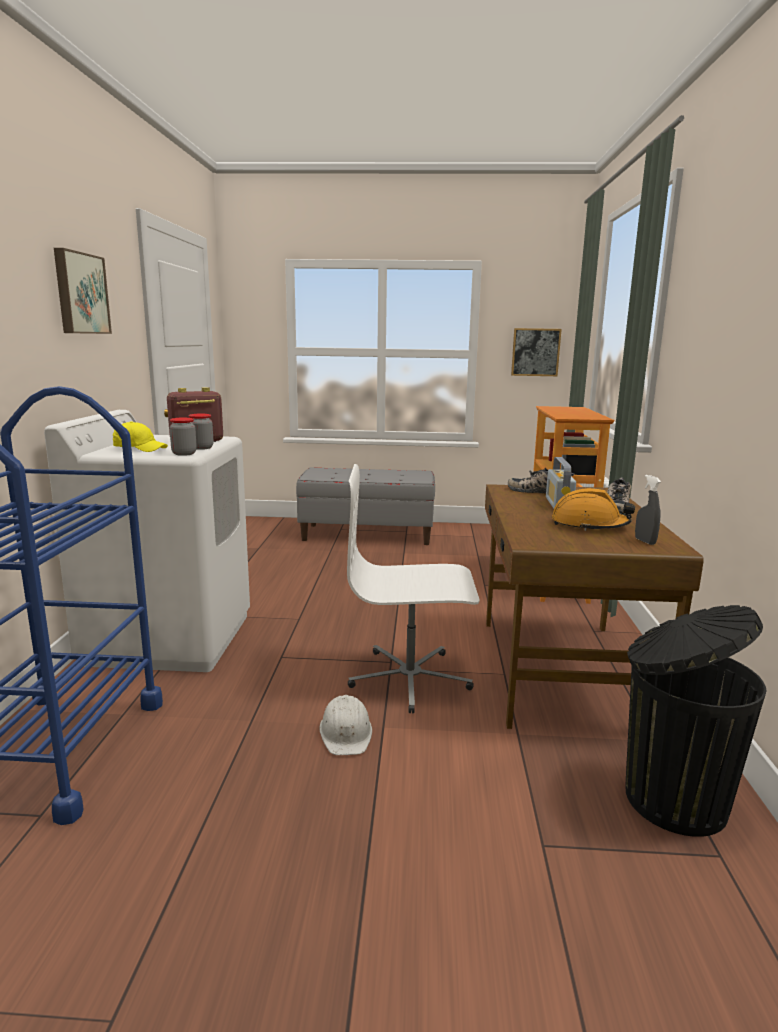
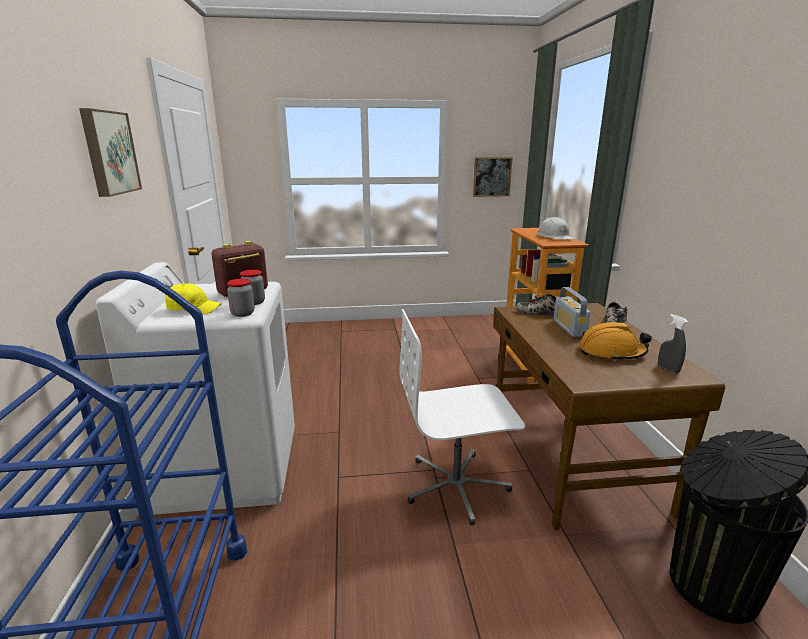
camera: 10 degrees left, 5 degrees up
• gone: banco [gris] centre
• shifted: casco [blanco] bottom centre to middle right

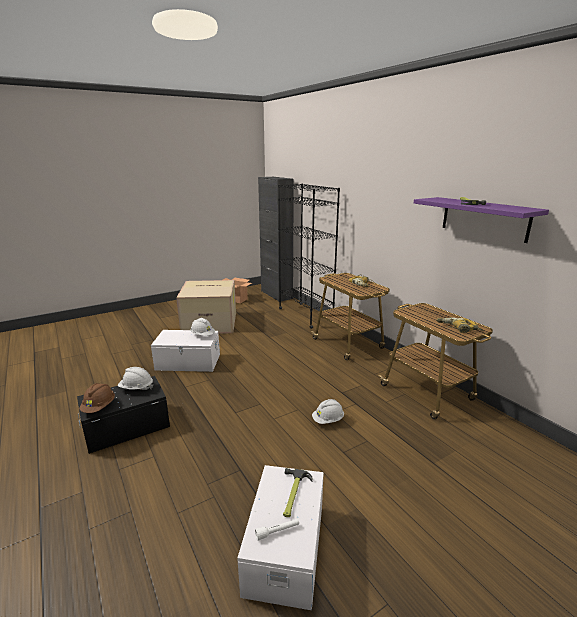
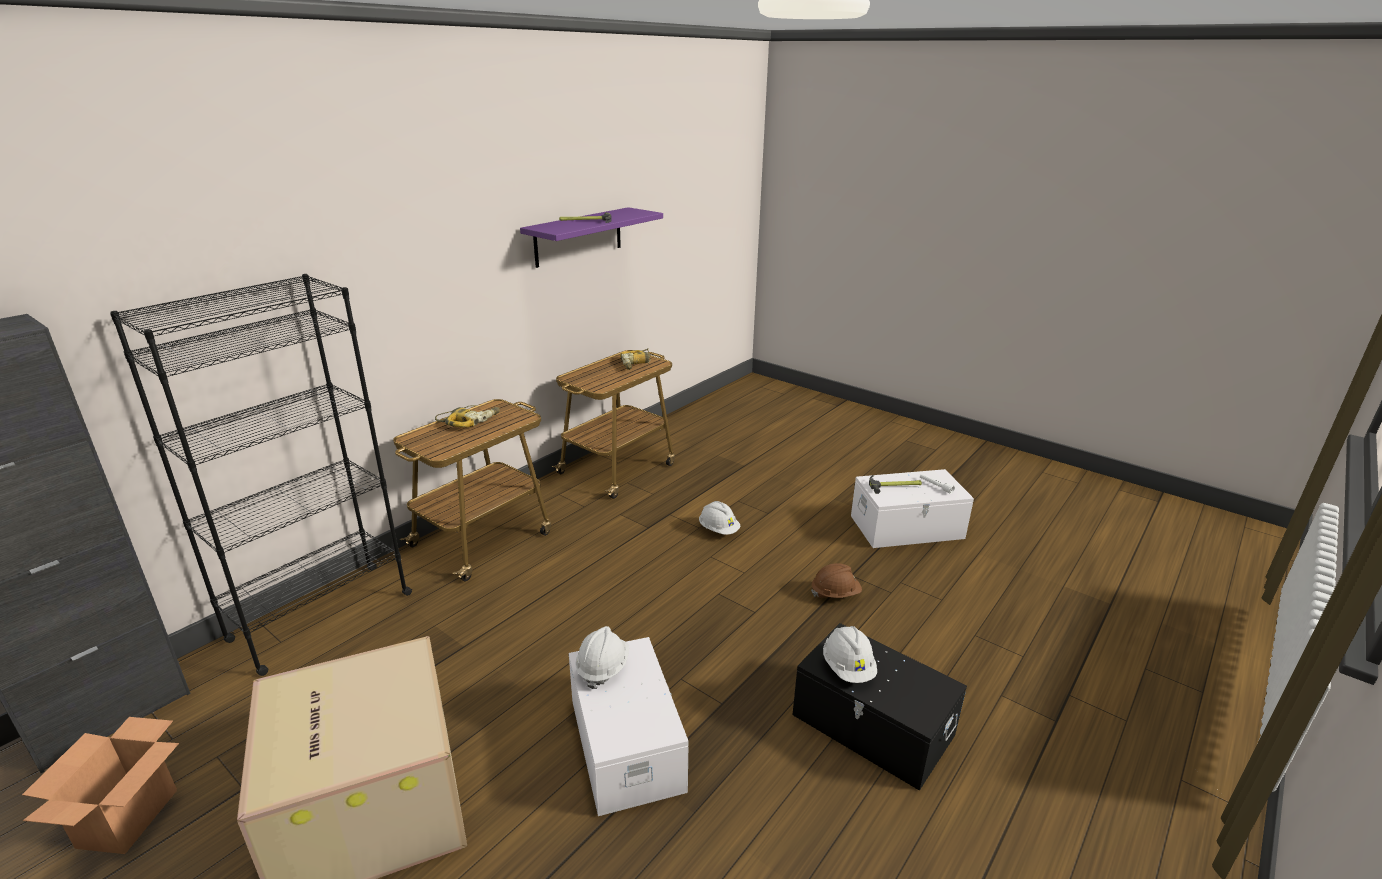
camera: 110 degrees left, 5 degrees up
• shifted: casco [marrón] middle left to centre

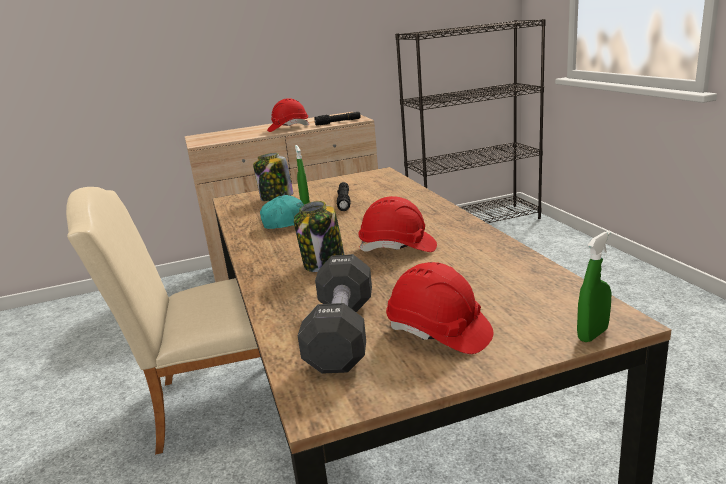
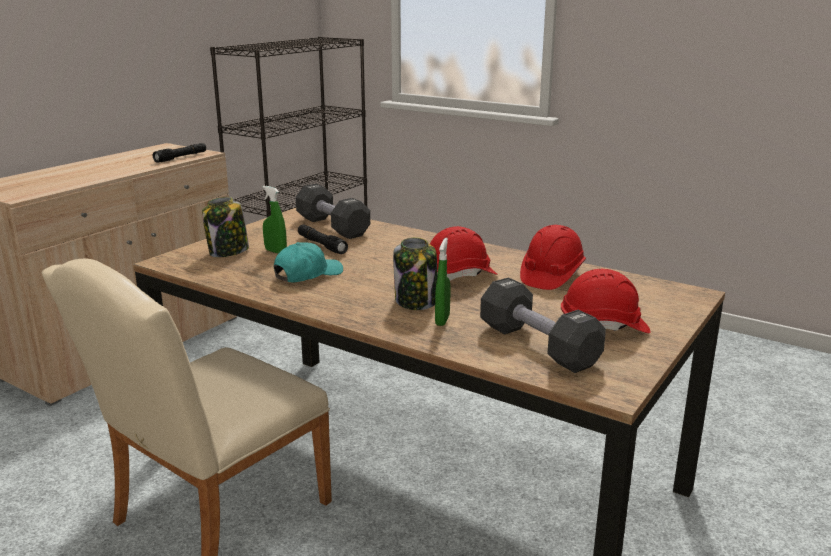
camera: 40 degrees left, 0 degrees up
• new: mancuerna [negro] (no. 1 from left) centre
• shifted: casco [rojo] (no. 1 from left in the first image) top centre to casco [rojo] (no. 2 from left) centre
• shifted: pulverizador [verde] (no. 2 from left) middle right to centre

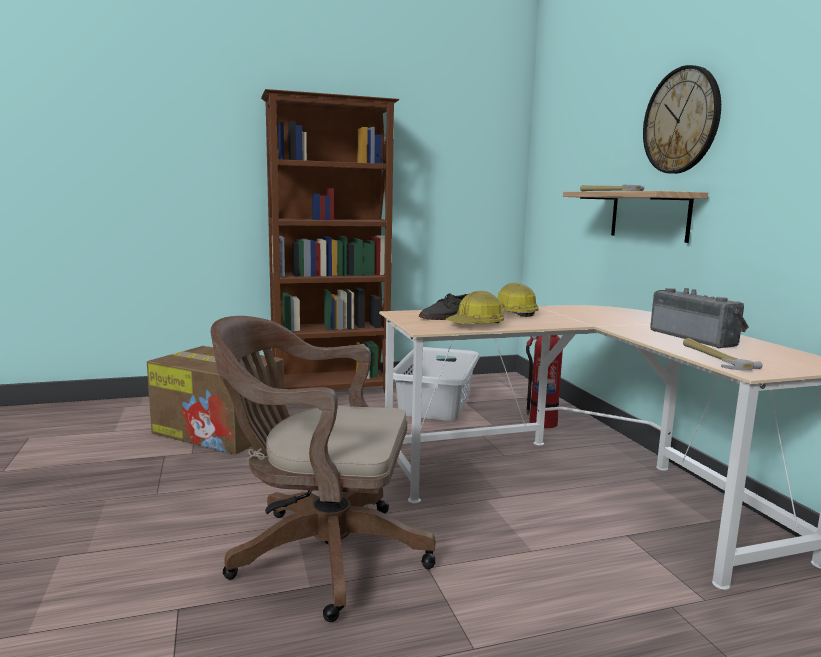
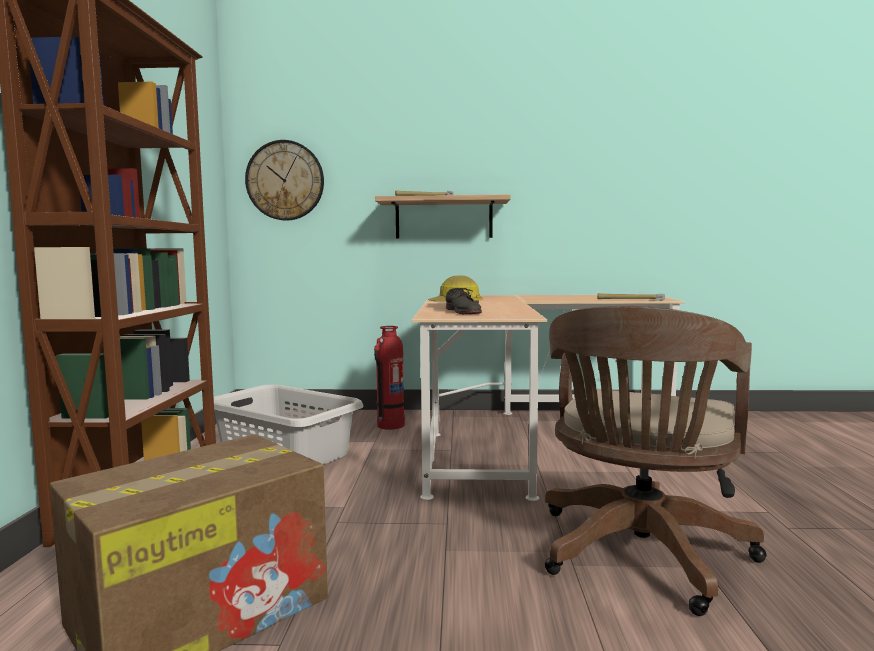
camera: 70 degrees left, 5 degrees down
• gone: casco (no. 1 from left) centre
• gone: radio middle right
• shifted: reloj de pared top right to top left

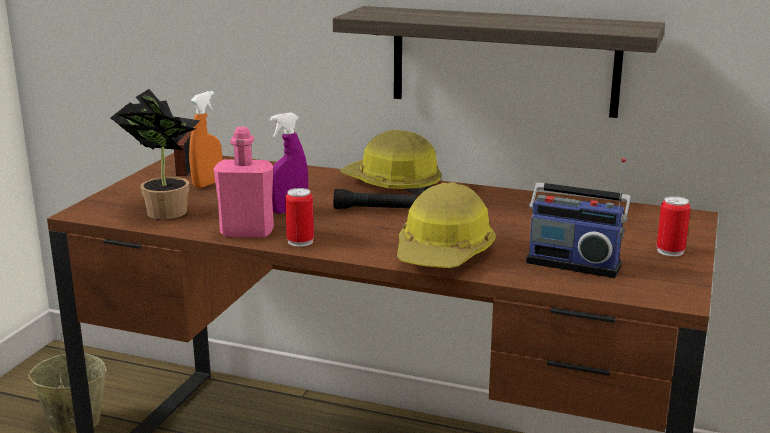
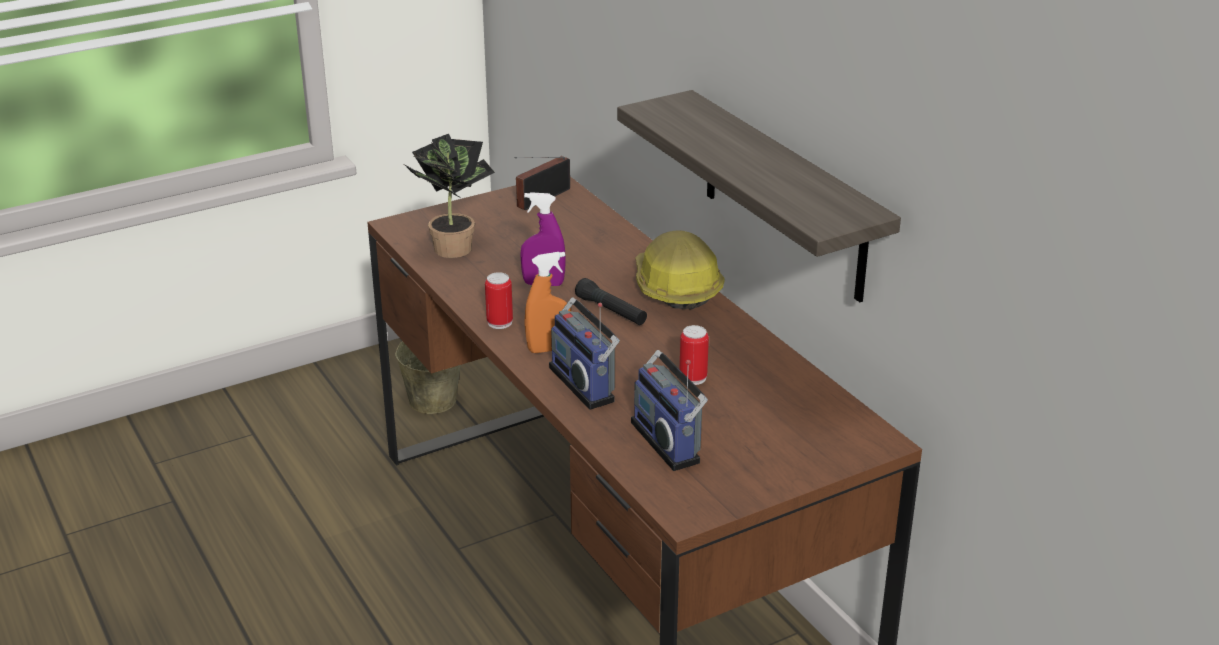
camera: 40 degrees right, 10 degrees up
• gone: botella [rosa] middle left
• shifted: pulverizador [naranja] top left to centre
• shifted: lata (no. 2 from left) middle right to centre
• swapped: casco (no. 2 from left) centre to radio (no. 2 from left) centre

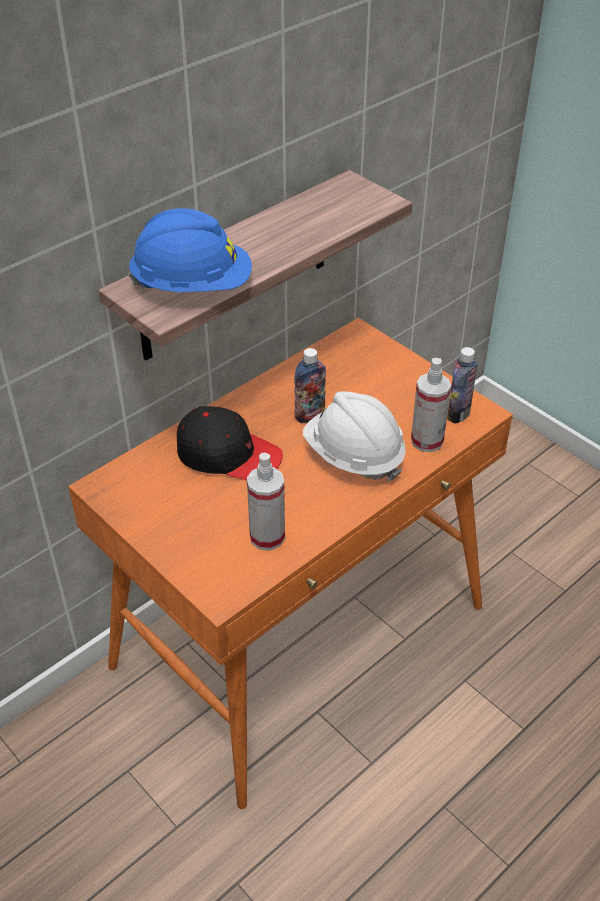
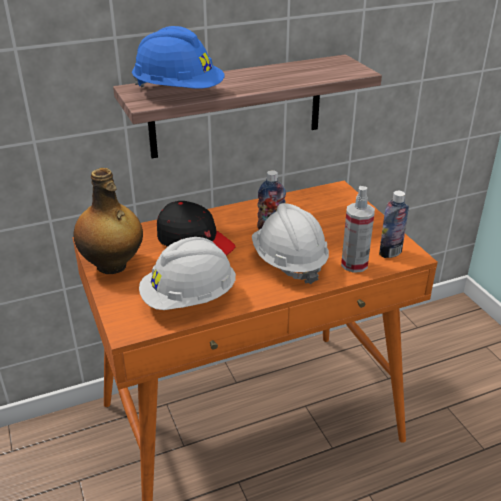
camera: 20 degrees right, 10 degrees down
• new: botella (no. 1 from left) middle left
• swapped: pulverizador (no. 1 from left) centre to casco [blanco] (no. 1 from left) centre

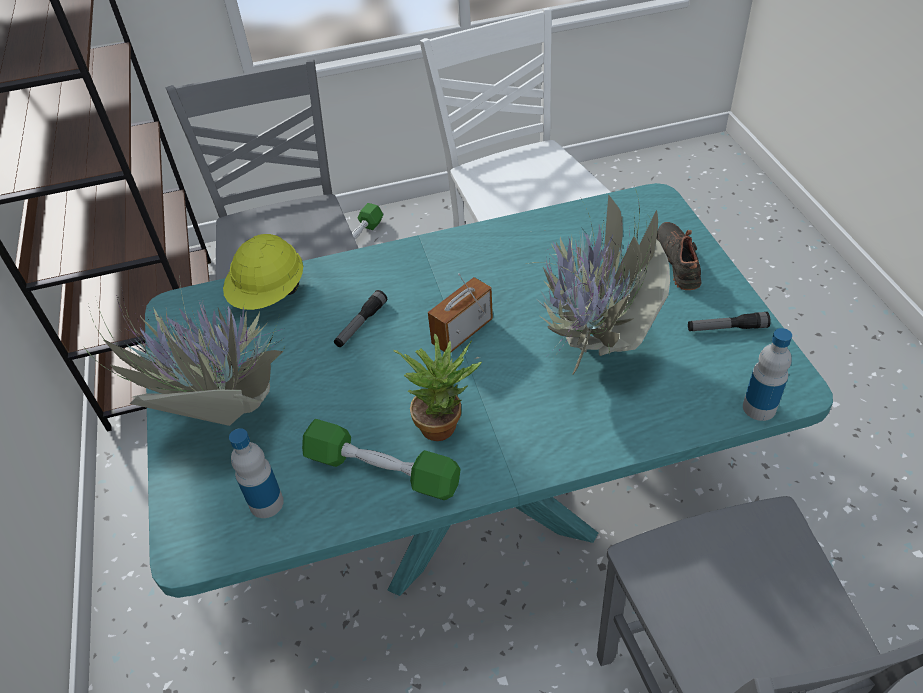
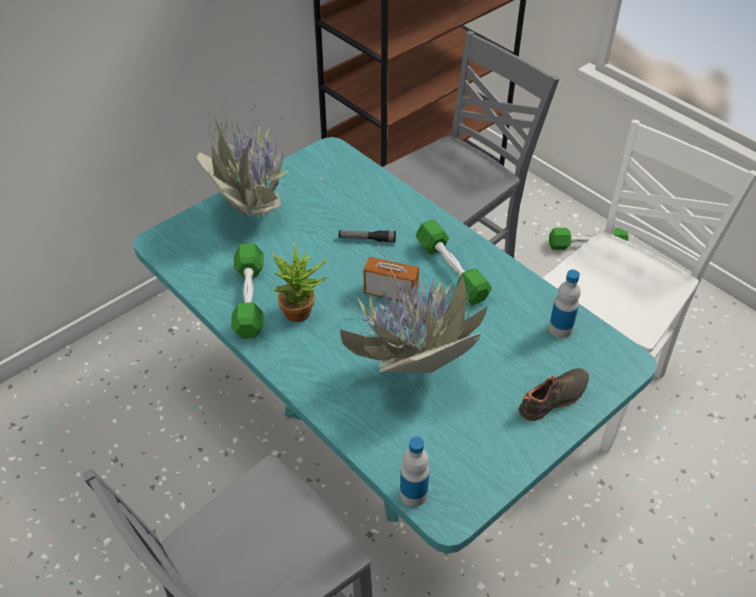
camera: 60 degrees right, 0 degrees up
• gone: casco [amarillo] middle left
• gone: linterna (no. 2 from left) middle right
• new: mancuerna [verde] (no. 2 from left) centre
• shifted: botella (no. 1 from left in the first image) bottom left to botella (no. 2 from left) middle right

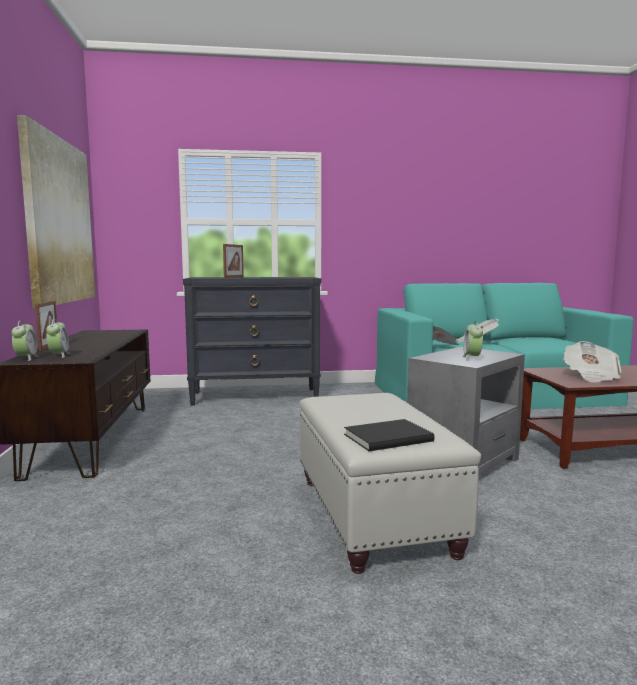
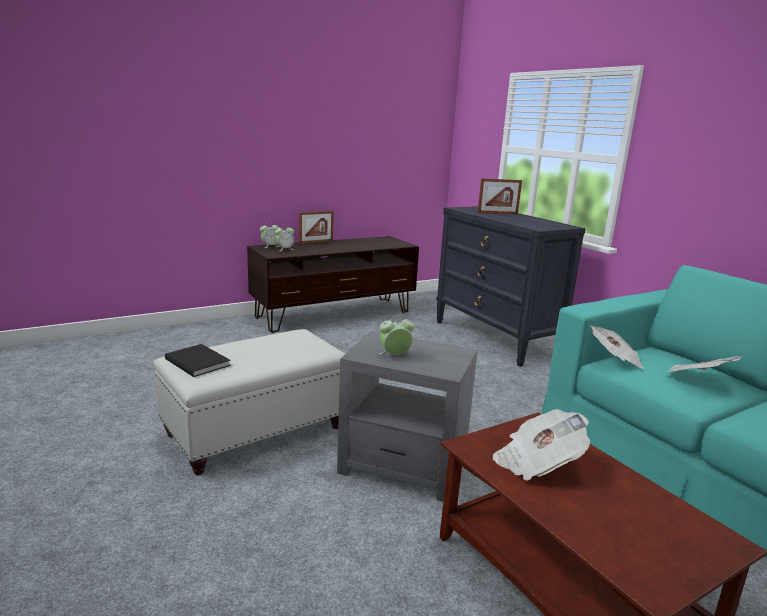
camera: 65 degrees right, 10 degrees up
• gone: cuadro top left

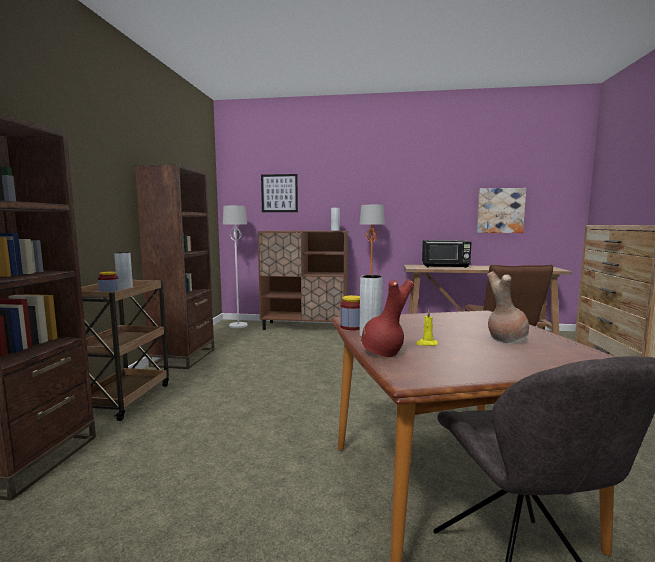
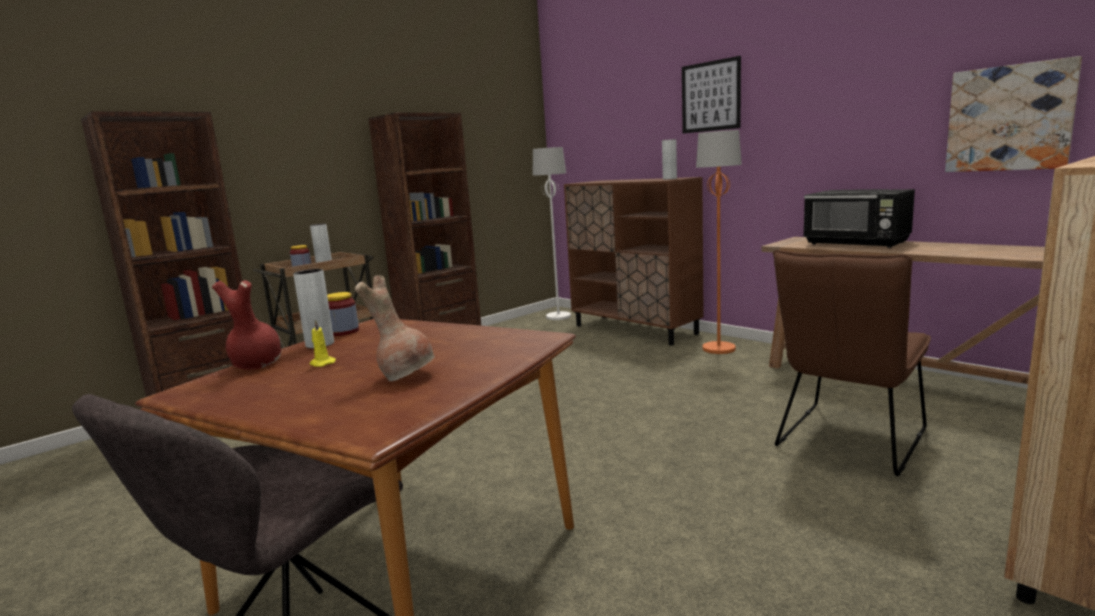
camera: 40 degrees right, 5 degrees up
• shifted: cuadro (no. 1 from left) centre to top centre

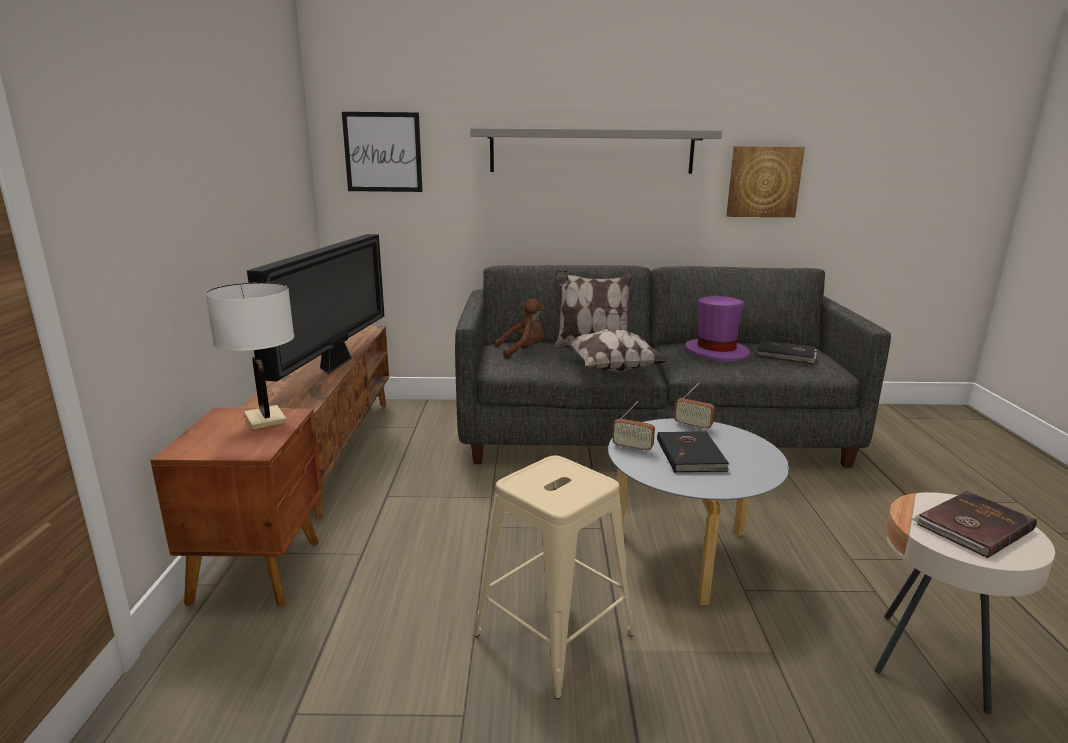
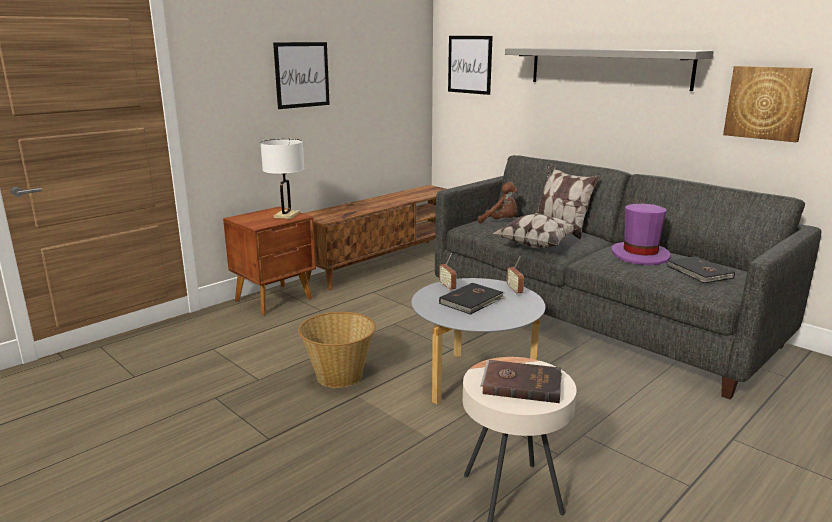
camera: 45 degrees right, 0 degrees up
• gone: televisor middle left
• new: cuadro (no. 1 from left) top centre
• swapped: taburete [beis] bottom centre to cesta bottom centre

